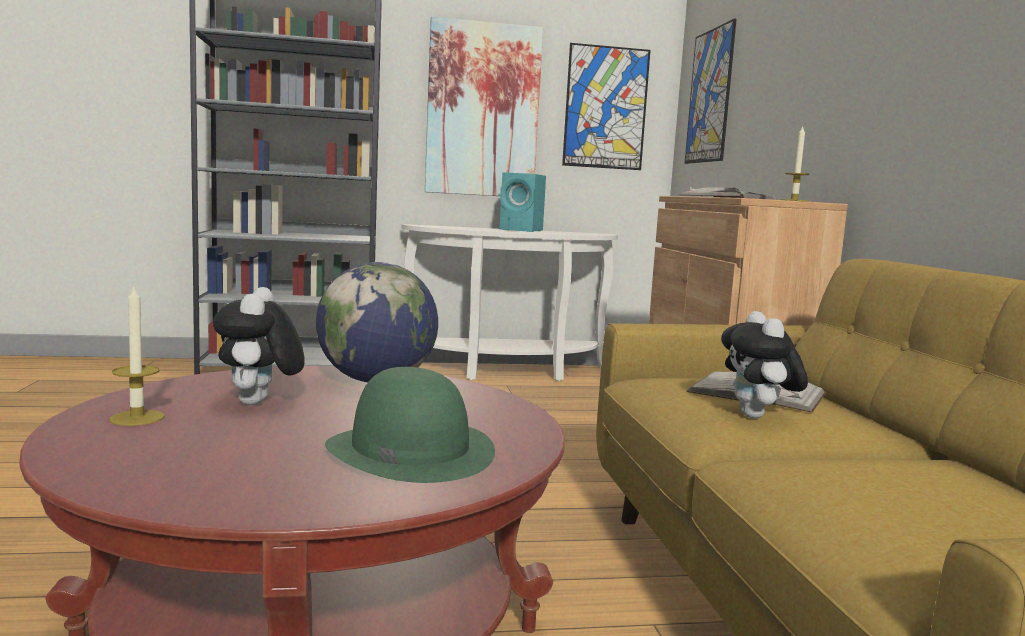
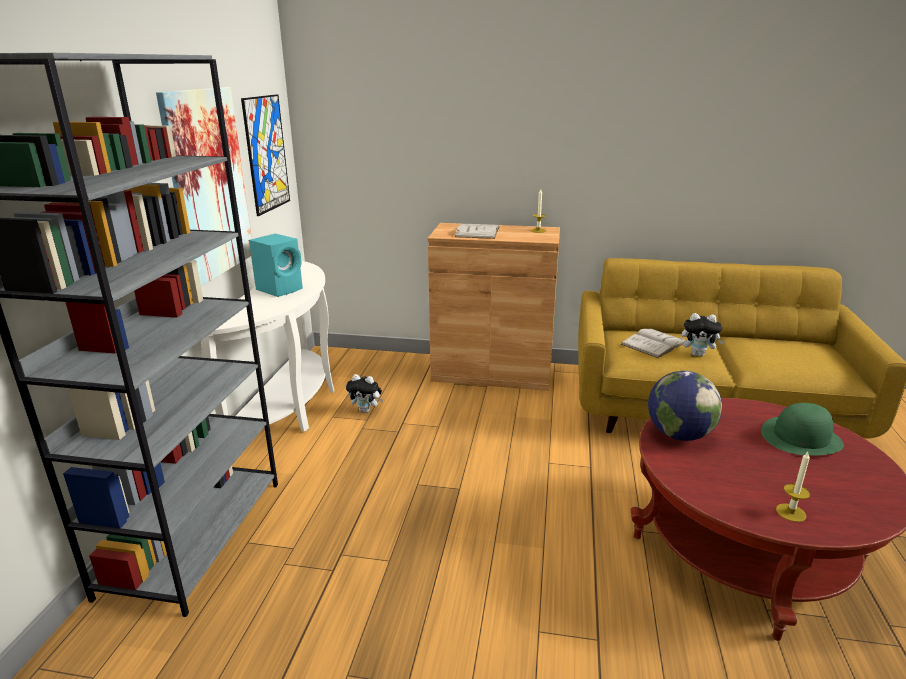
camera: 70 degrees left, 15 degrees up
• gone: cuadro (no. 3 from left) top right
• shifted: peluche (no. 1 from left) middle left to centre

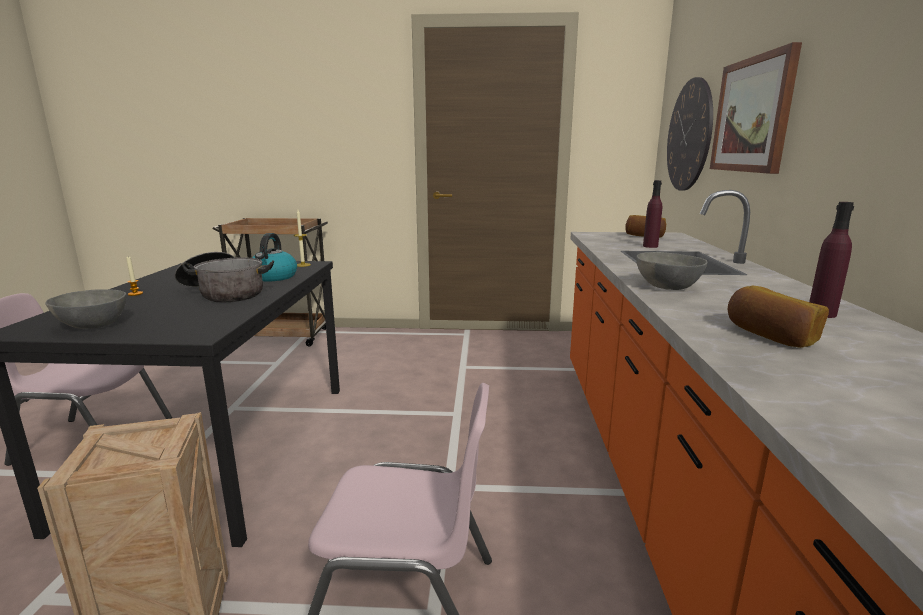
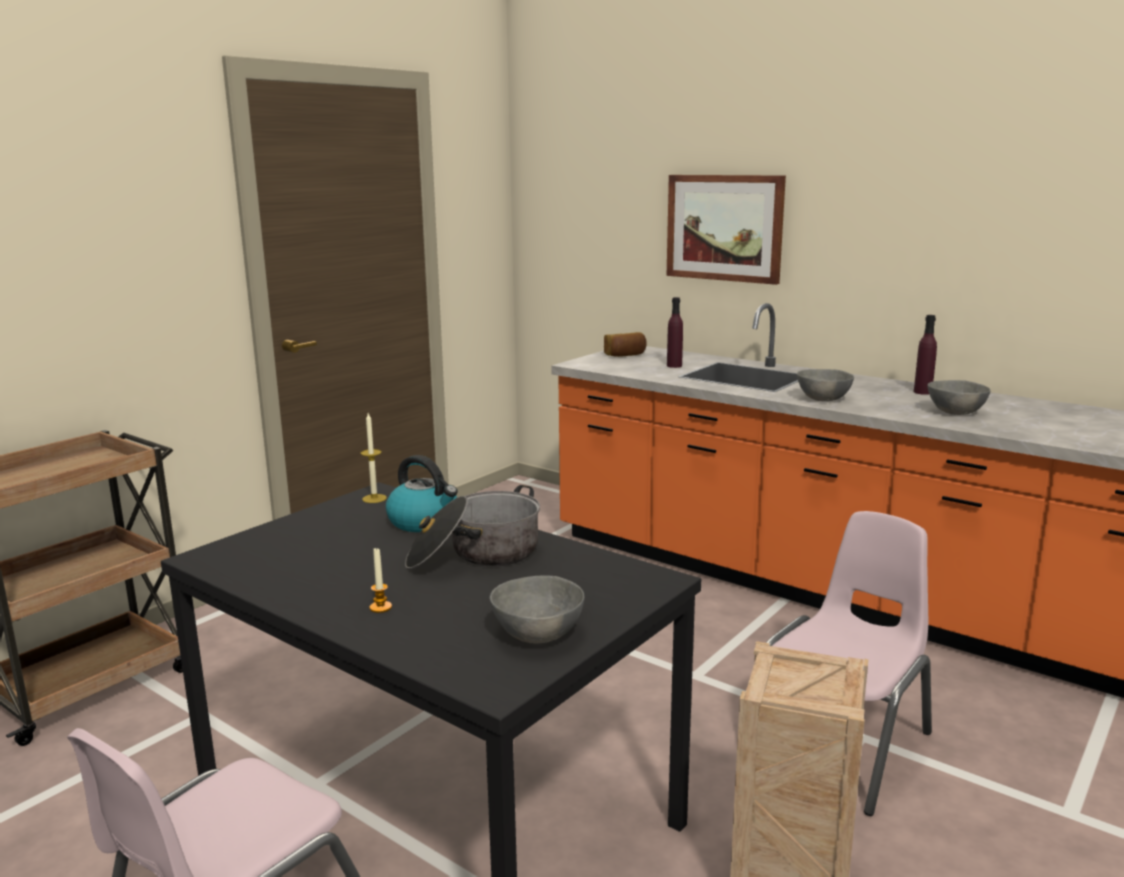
camera: 55 degrees left, 0 degrees up
• gone: reloj de pared top right
• swapped: pan (no. 2 from left) middle right to cuenco [gris] (no. 3 from left) middle right

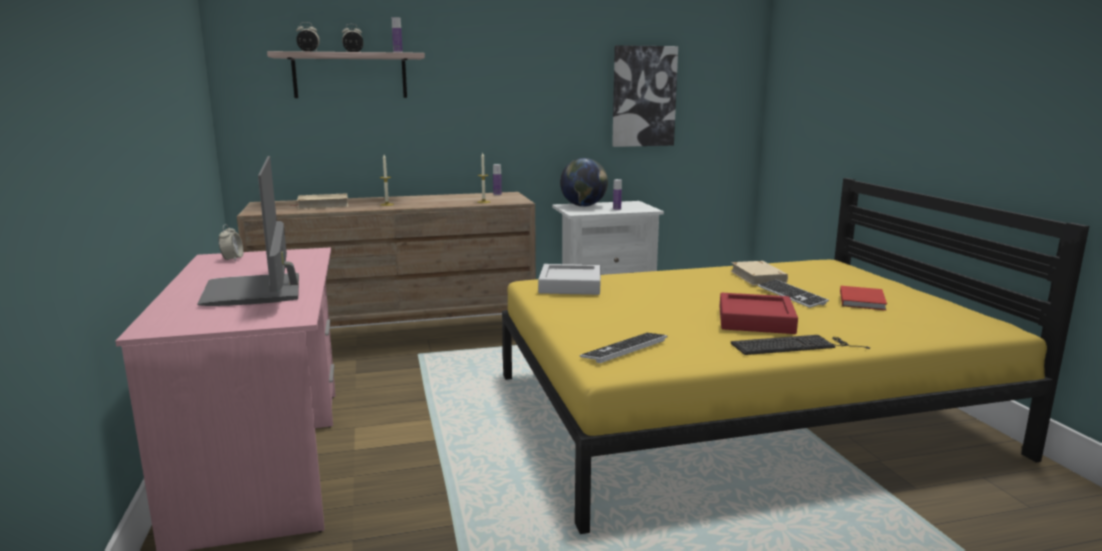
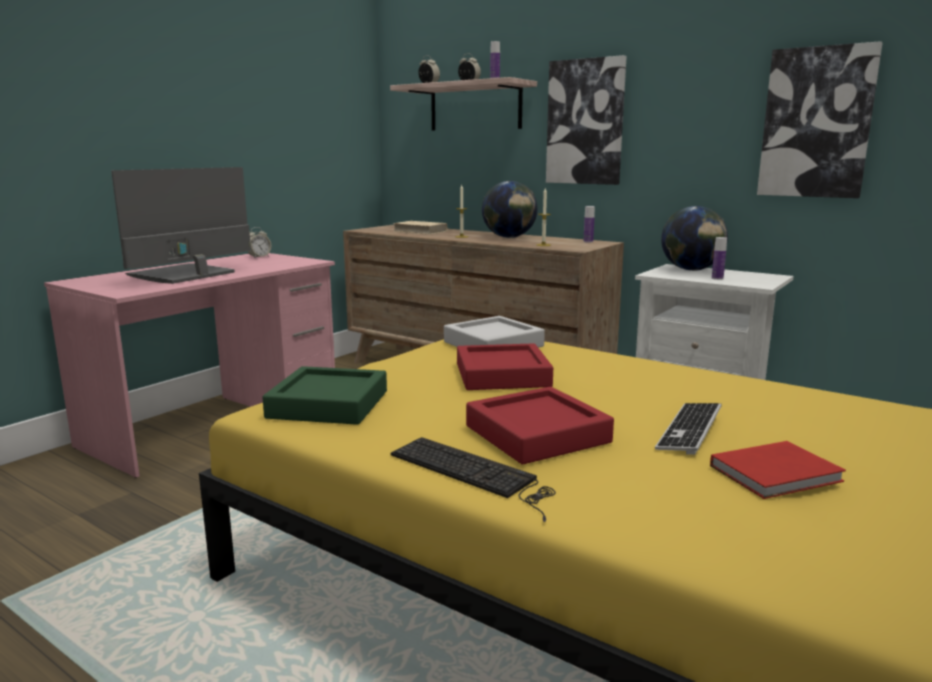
camera: 50 degrees right, 0 degrees up
• gone: libro [beis] (no. 2 from left) middle right
• new: bandeja [rojo] (no. 1 from left) centre
• new: globo terráqueo (no. 1 from left) top centre
• new: cuadro (no. 1 from left) top centre
• swapped: teclado (no. 1 from left) centre to bandeja [verde] centre

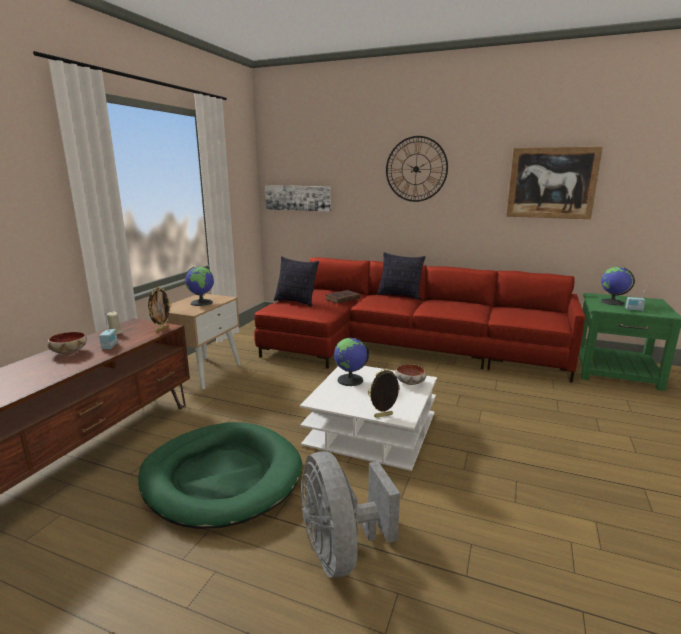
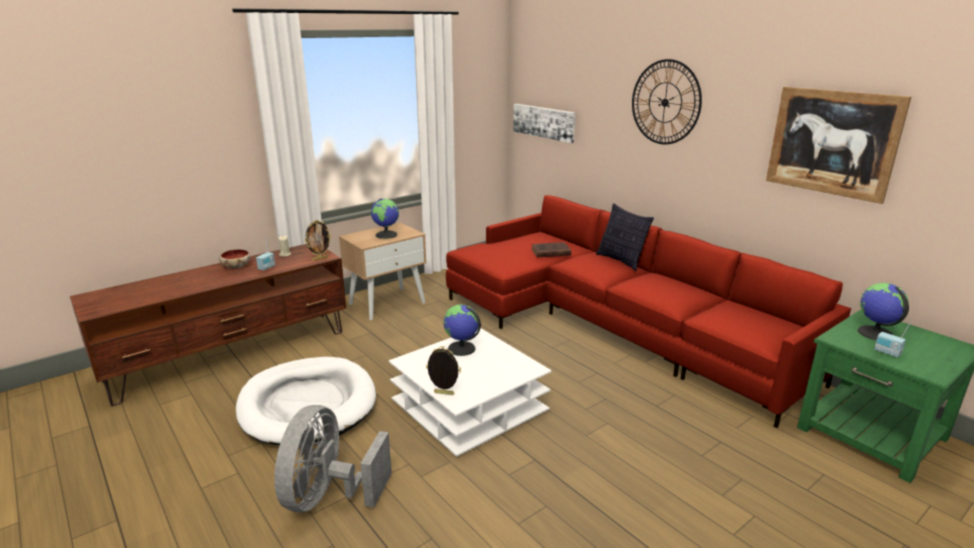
camera: 30 degrees right, 5 degrees up
• gone: cojín (no. 1 from left) centre
• gone: cuenco (no. 2 from left) centre
• repainted: cama para perro [verde] bottom left to cama para perro [blanco] bottom left

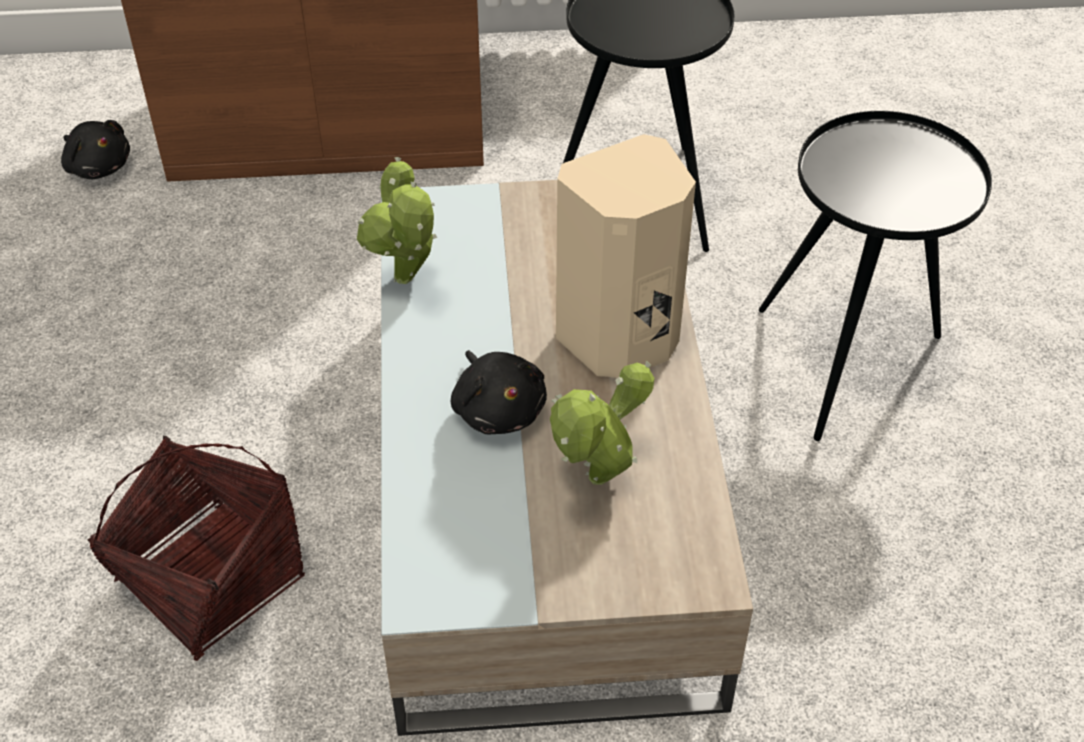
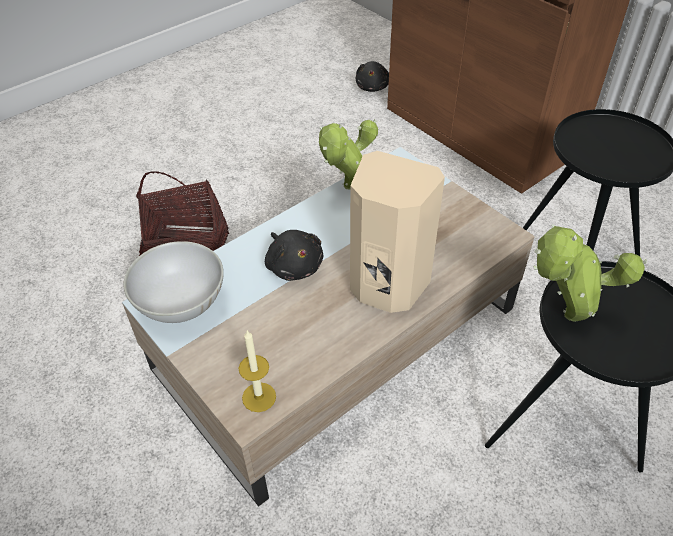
camera: 55 degrees right, 0 degrees up
• new: cuenco [blanco] middle left
• new: vela bottom centre
• shifted: planta en maceta (no. 2 from left) centre to middle right
• rotated: peluche [negro] (no. 2 from left in the first image) centre = centre 60 degrees counterclockwise

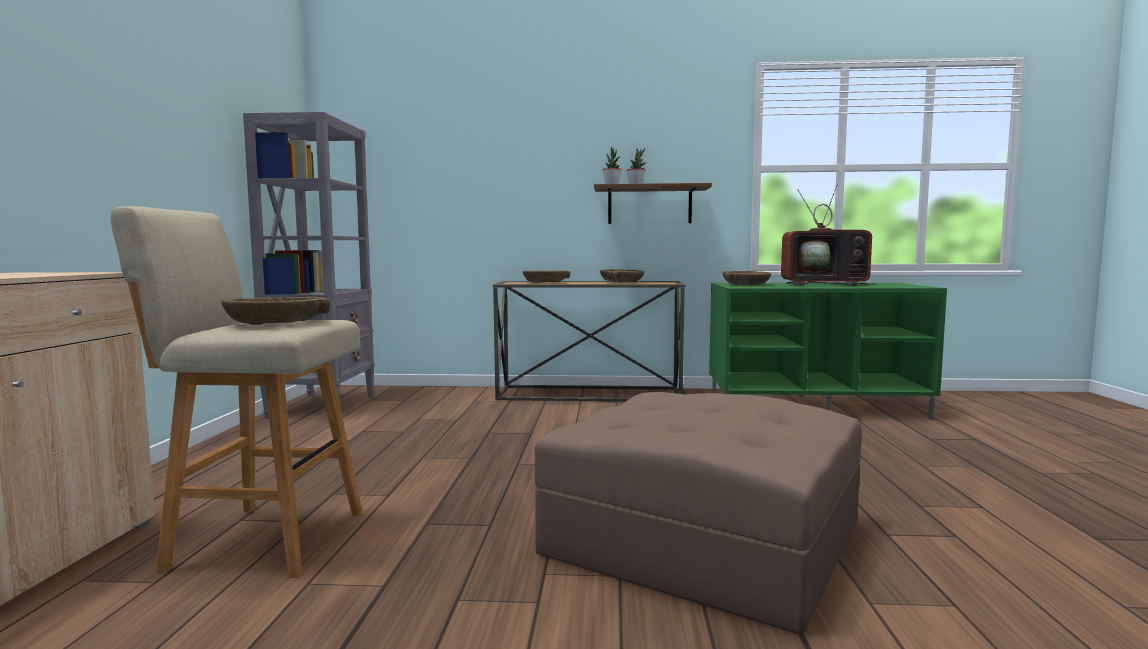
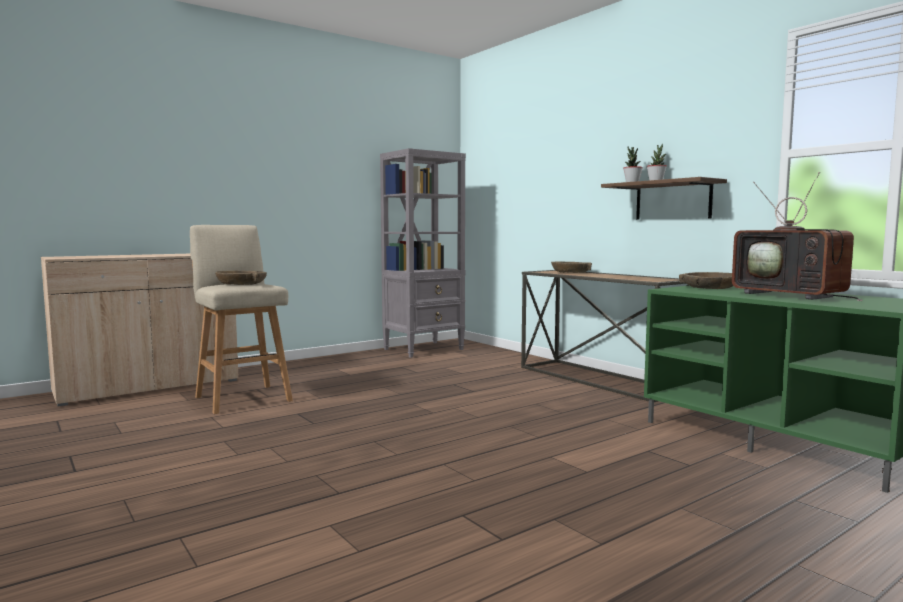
camera: 50 degrees right, 0 degrees up
• gone: puf [marrón] bottom centre
• gone: cuenco [marrón] (no. 3 from left) centre

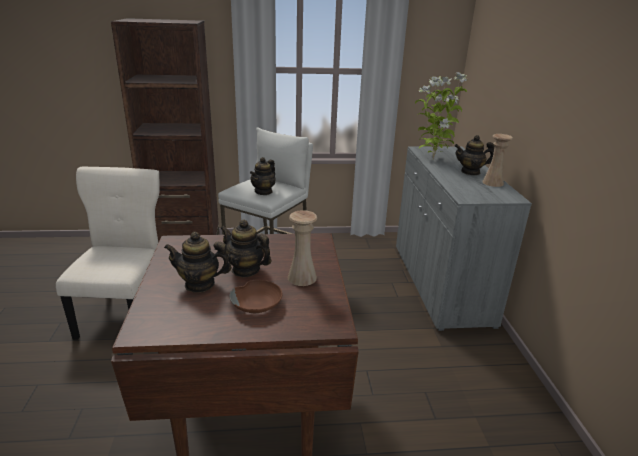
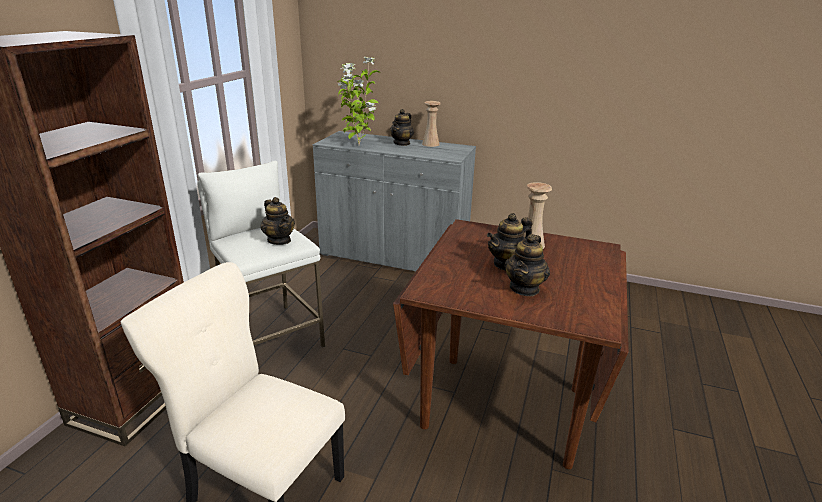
camera: 65 degrees left, 0 degrees up
• gone: cuenco [marrón] centre

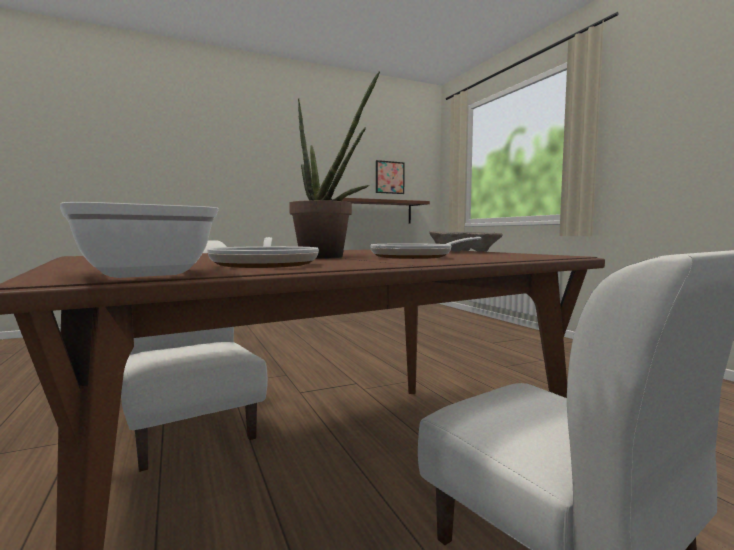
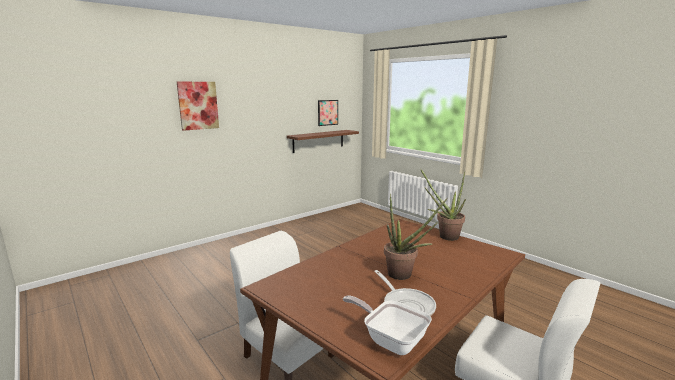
camera: 15 degrees left, 10 degrees up
• gone: sartén (no. 3 from left) centre
• new: cuadro (no. 1 from left) top left
• swapped: cuenco [beis] centre to planta en maceta (no. 2 from left) centre

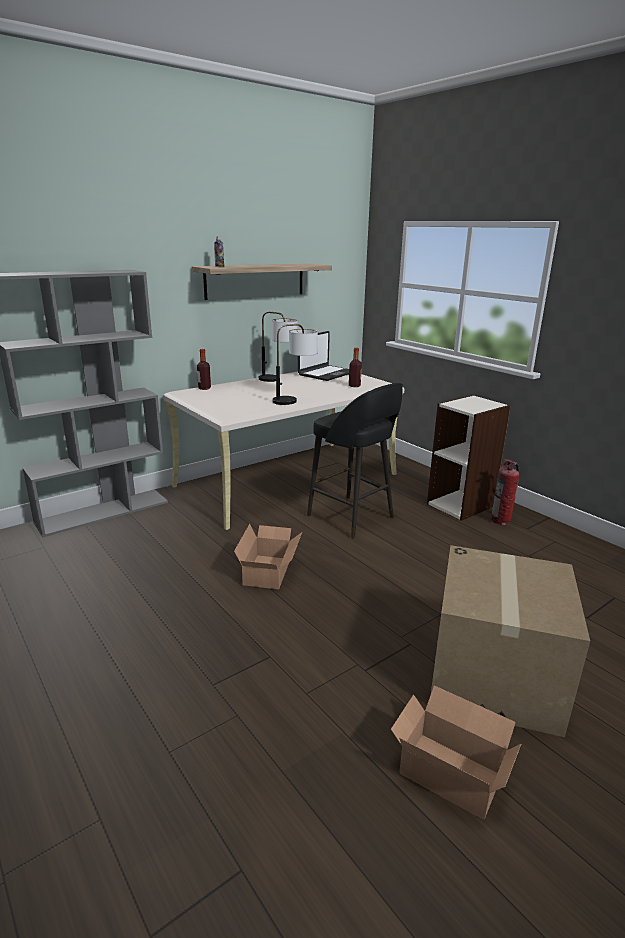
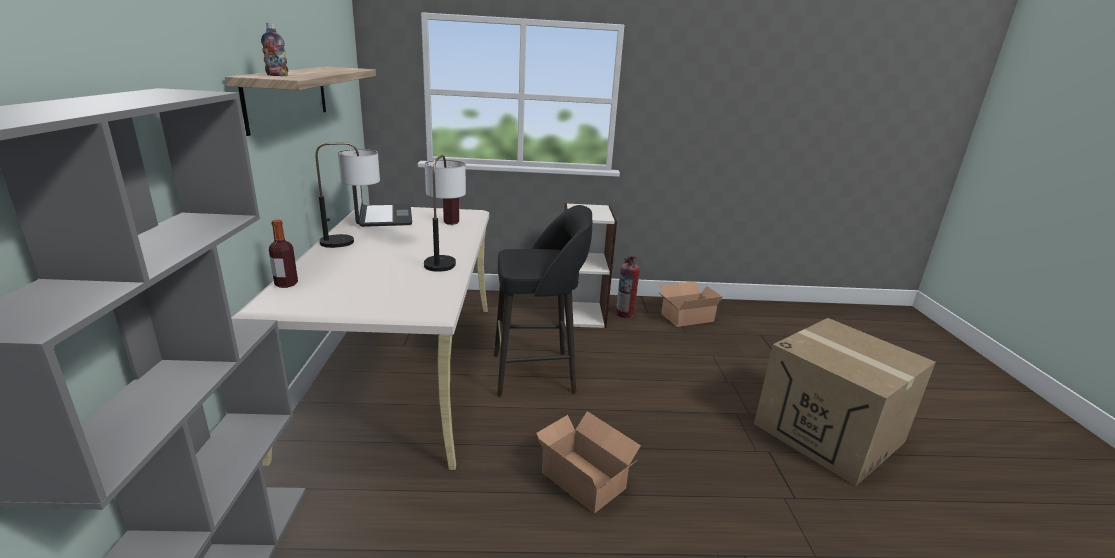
camera: 55 degrees left, 0 degrees up
• shifted: caja de cartón (no. 2 from left) bottom right to centre

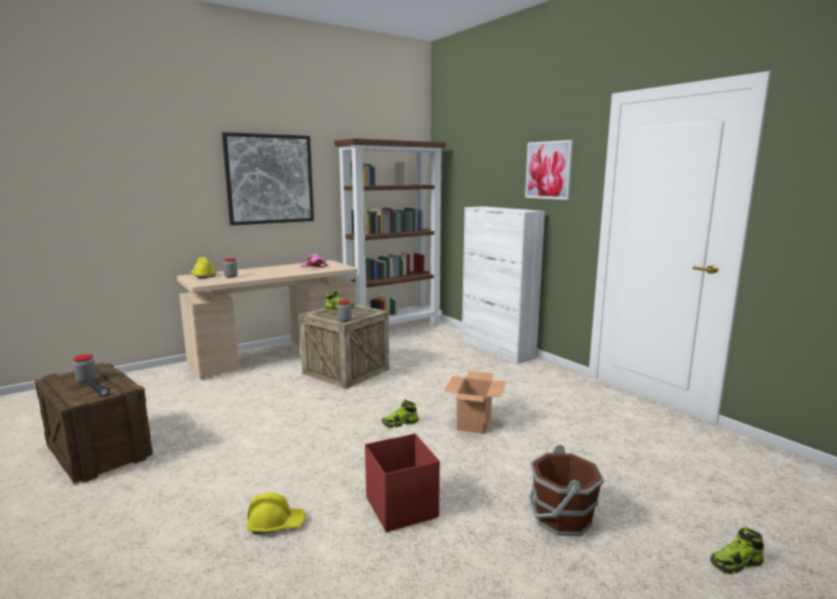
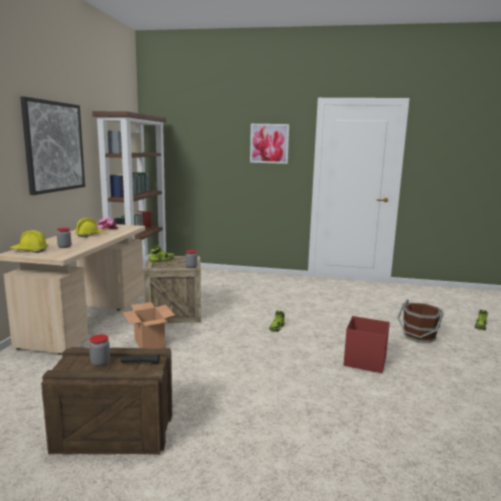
camera: 45 degrees left, 0 degrees up
• gone: armario [blanco] centre
• shifted: casco [amarillo] (no. 2 from left) bottom left to middle left
• shifted: caja de cartón bottom centre to middle left

